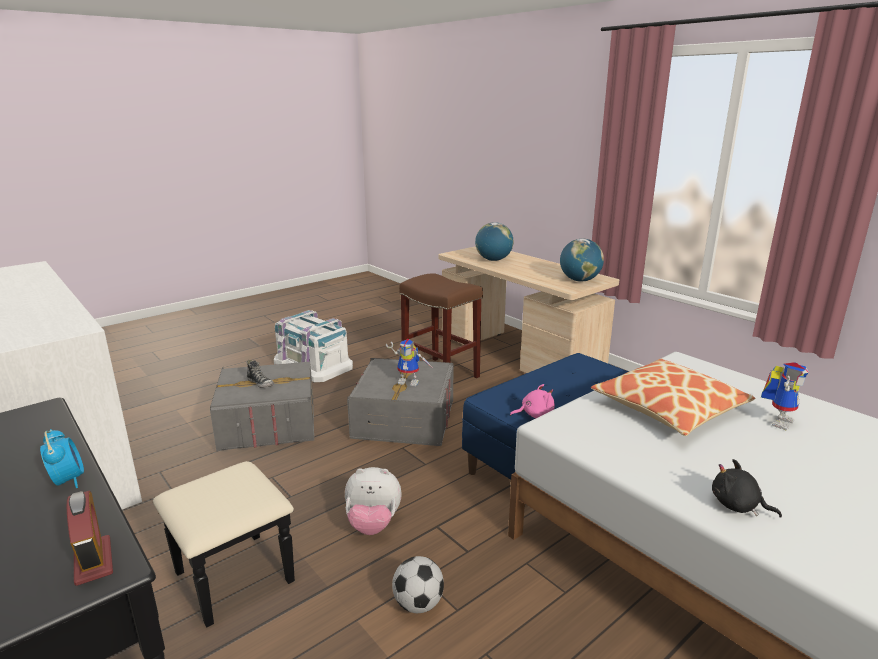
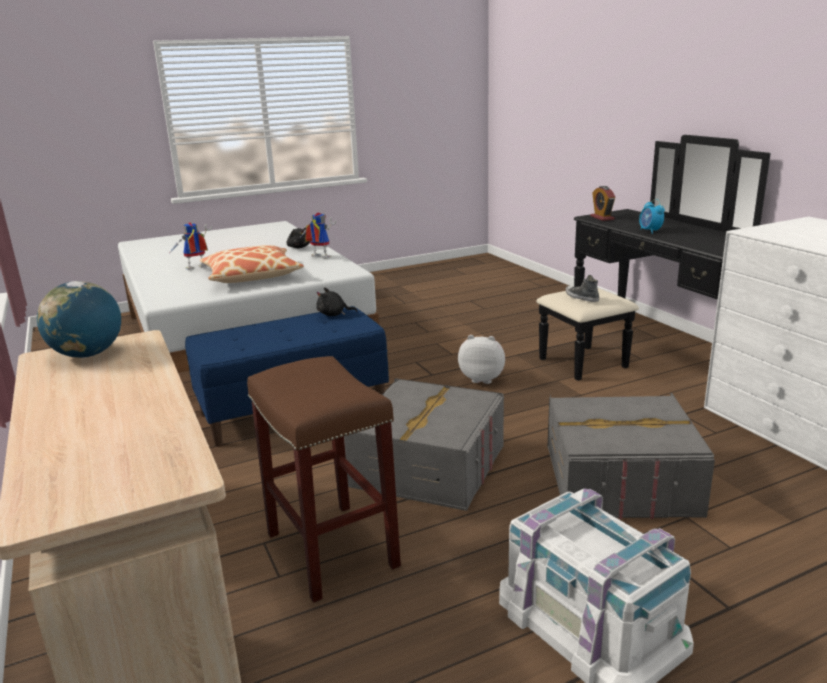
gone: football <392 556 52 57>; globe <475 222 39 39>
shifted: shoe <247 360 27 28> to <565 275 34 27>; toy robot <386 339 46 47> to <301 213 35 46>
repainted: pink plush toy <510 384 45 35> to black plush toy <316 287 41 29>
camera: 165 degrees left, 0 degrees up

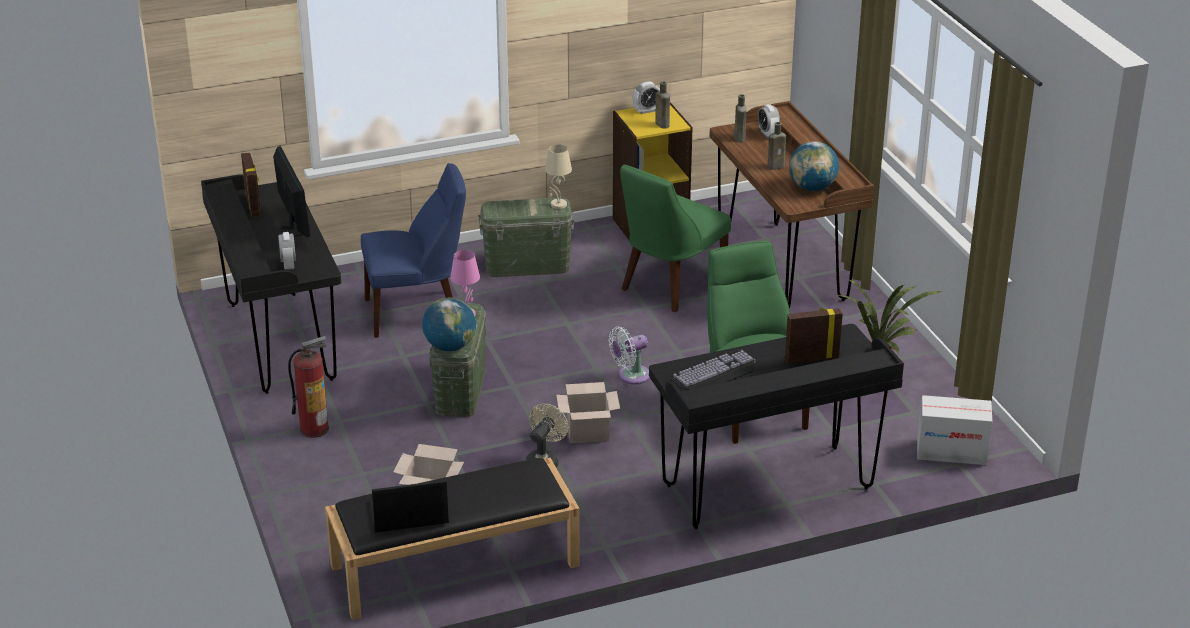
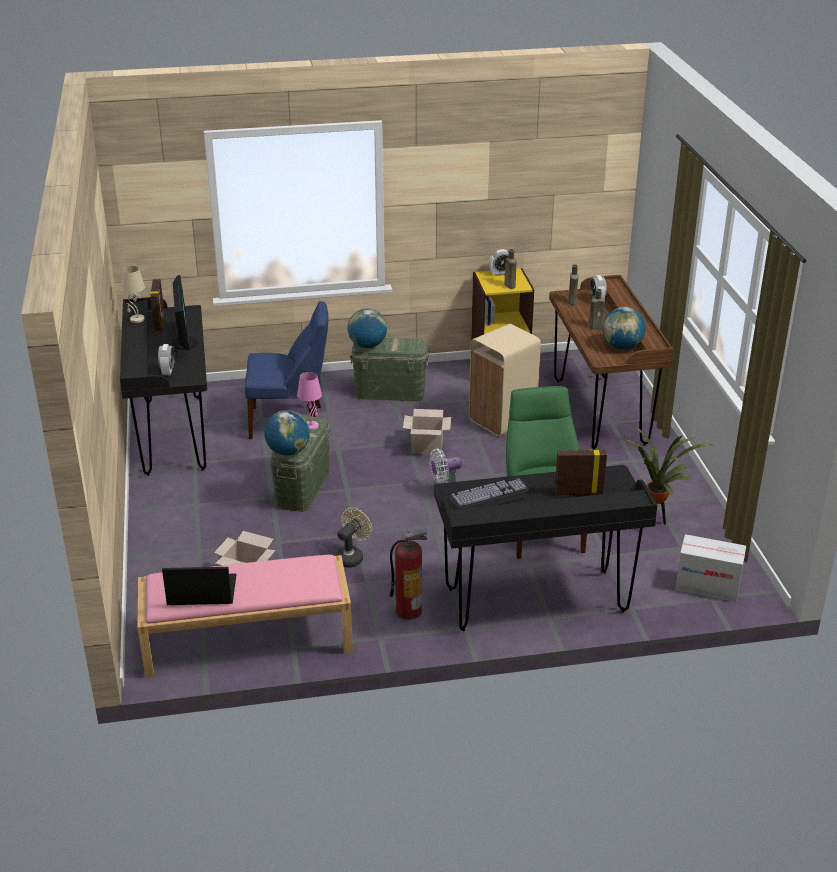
new: globe <348 309 39 39>
shifted: fire extinguisher <288 336 41 102> to <389 529 38 91>; beige table lamp <545 144 27 65> to <121 266 24 57>; cardboard box <556 382 64 62> to <403 409 48 45>
swapped: green chair <620 164 111 148> to beige trash can <469 324 72 112>
repainted: black bench <325 458 255 162> to pink bench <137 555 216 123>
camera: 10 degrees right, 0 degrees up

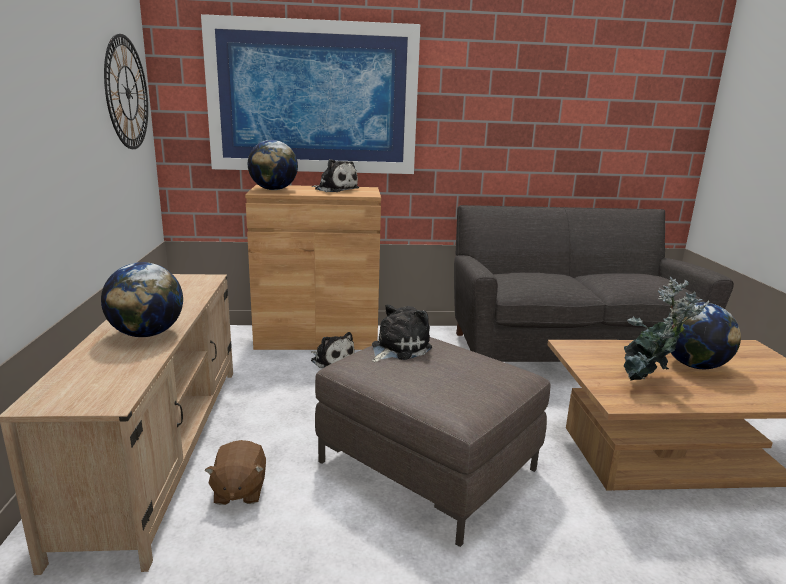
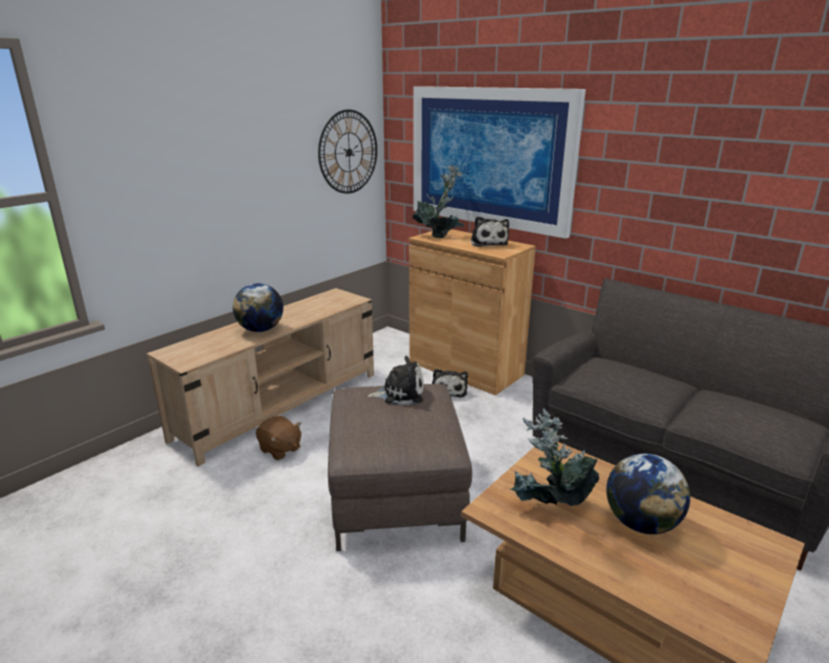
swapped: globe <248 140 50 50> to potted plant <413 165 51 73>
rotated: brown plush toy <204 440 62 65> = <256 416 45 44> 90 degrees counterclockwise
camera: 45 degrees right, 5 degrees up

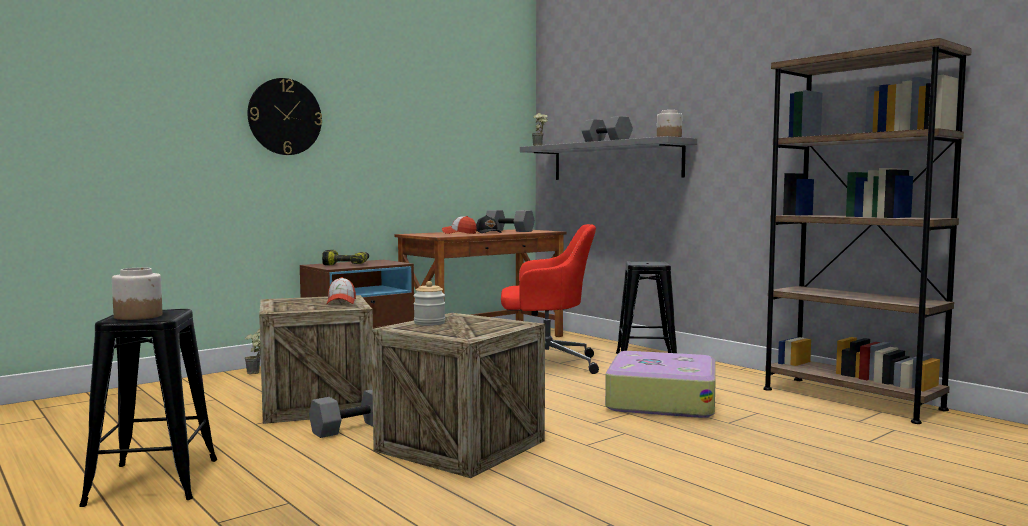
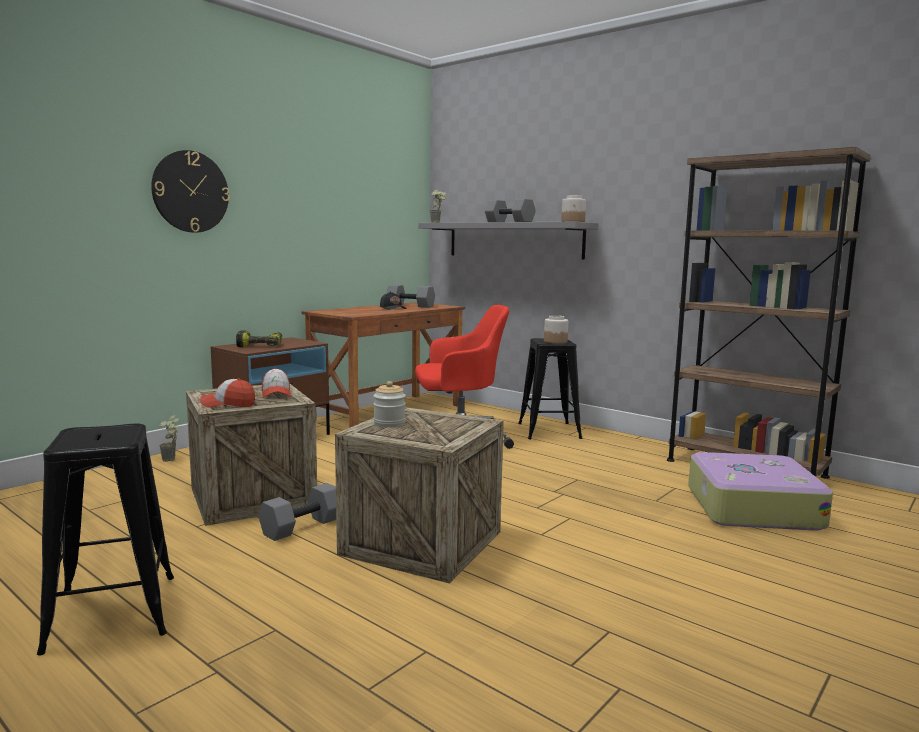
shifted: jar <112 268 50 52> to <544 315 24 28>; cap <442 216 35 18> to <200 378 55 30>; suitcase <605 351 111 67> to <688 452 145 79>
camera: 10 degrees left, 5 degrees up

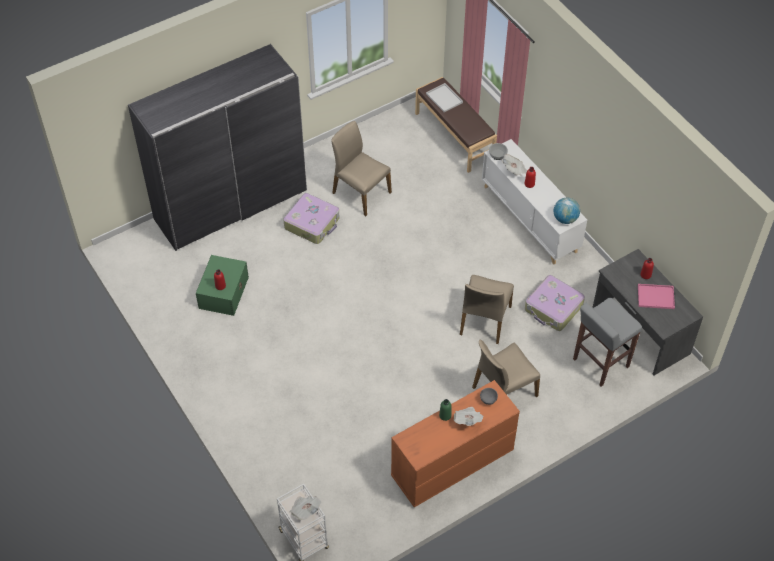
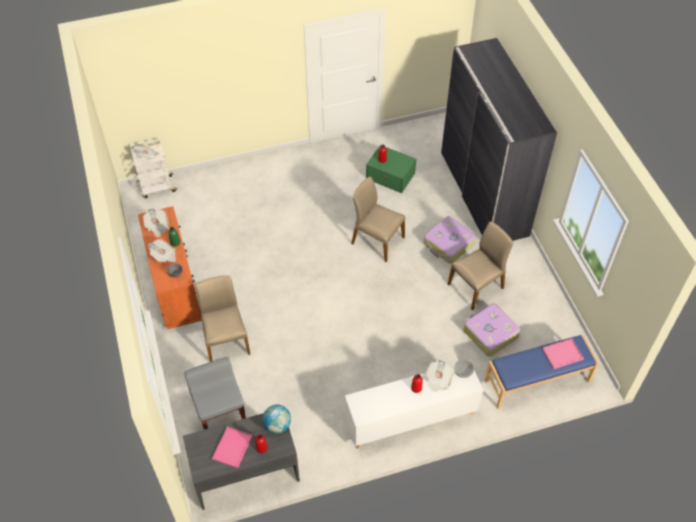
new: newspaper <143 208 26 29>
shifted: beige chair <460 275 54 69> to <351 177 54 85>; suitcase <525 275 60 56> to <463 304 57 53>; globe <554 198 26 26> to <263 405 28 28>
repainted: brown bench <415 77 82 96> to blue bench <485 335 114 74>; white tray <426 83 37 29> to pink tray <542 338 42 31>
camera: 105 degrees right, 0 degrees up

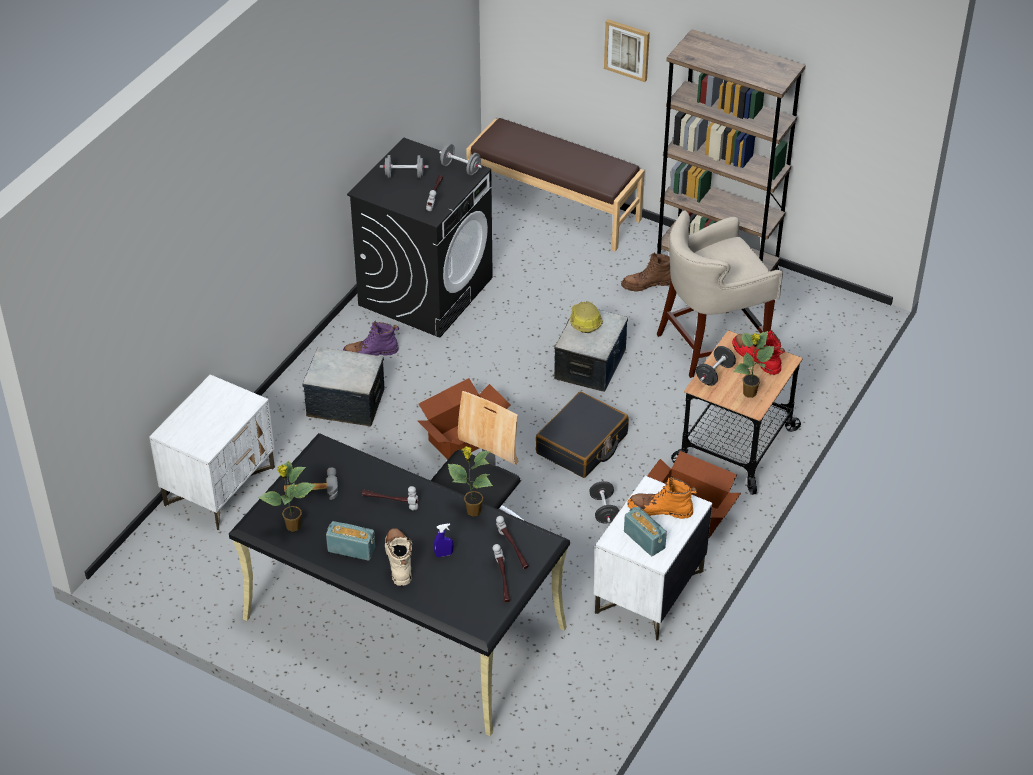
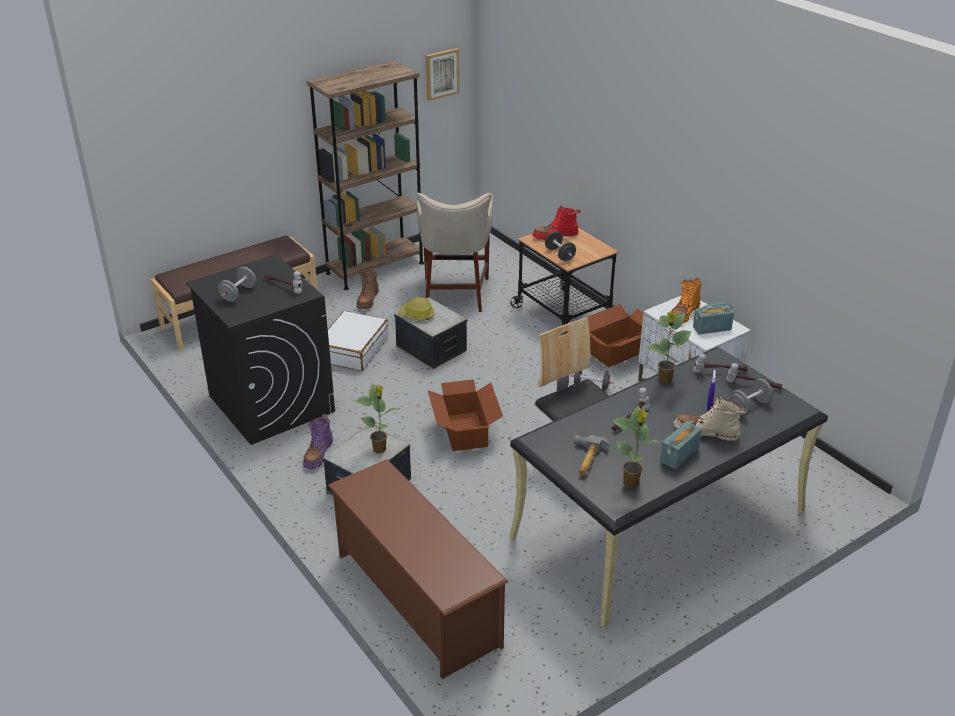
gone: black suitcase <536 391 93 87>
new: white suitcase <328 311 60 60>
shifted: grey dumbbell <439 144 43 31> to <729 379 44 36>; picture <604 19 46 63> to <426 48 34 53>; potted plant <733 331 41 67> to <355 383 44 71>
swapped: white nightstand <149 374 126 157> to brown shoe rack <328 459 180 220>
camera: 65 degrees left, 10 degrees down

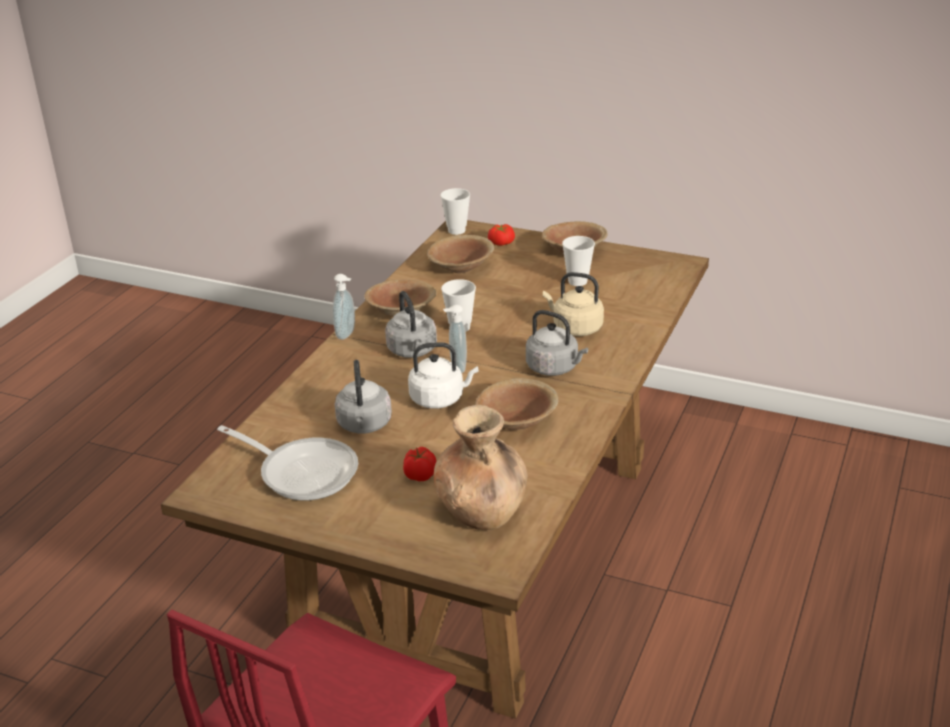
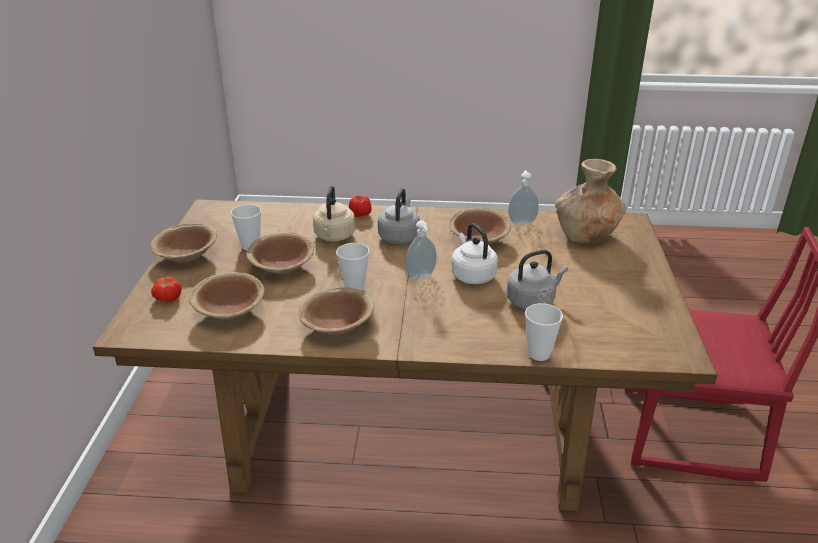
gone: frying pan <217 425 141 76>; grey kettle <385 291 52 67>
new: brown bowl <246 232 68 42>
shifted: soap dispenser <333 274 22 66> to <508 171 31 54>; tomato <403 447 33 34> to <349 195 23 22>; cup <440 188 30 47> to <525 303 38 58>
camera: 110 degrees left, 0 degrees up

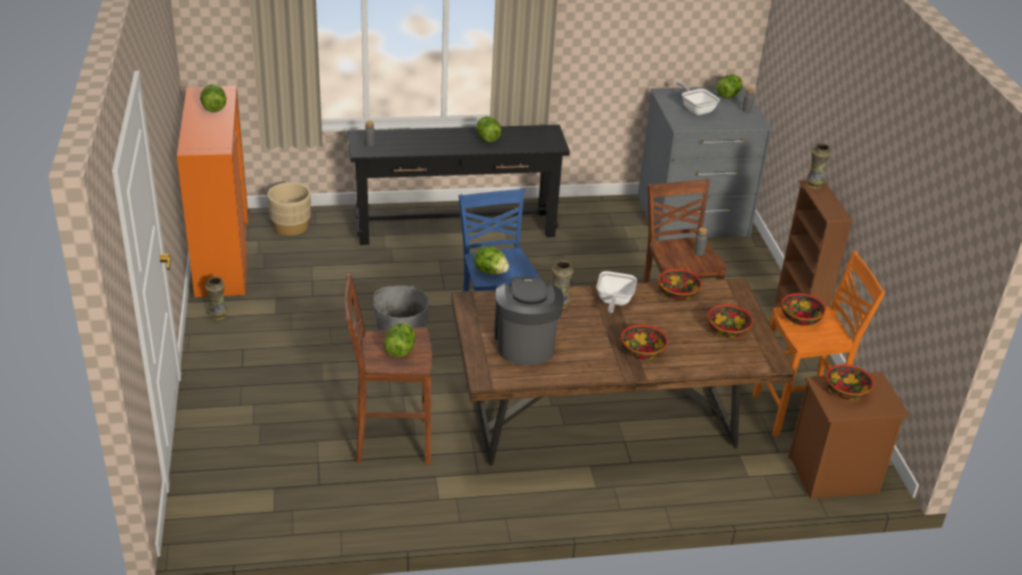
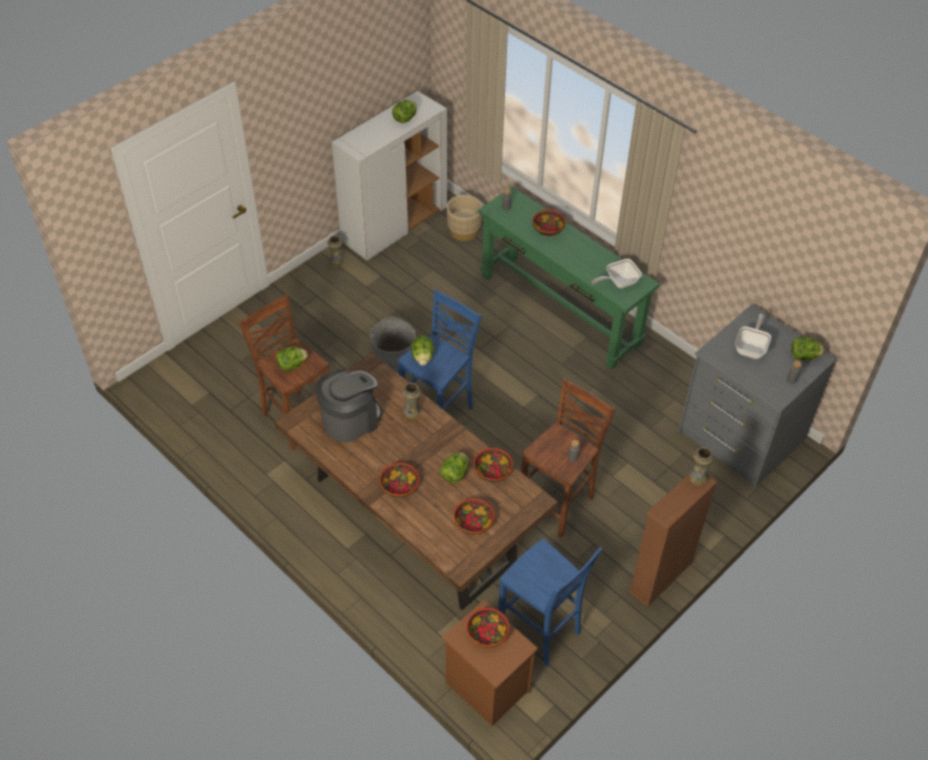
shifted: lettuce <476 116 25 26> to <440 453 28 30>; frying pan <597 271 40 42> to <592 259 50 29>; bowl <781 293 45 33> to <533 210 32 26>
repainted: orange cabinet <177 86 72 212> to white cabinet <332 91 115 169>; black console table <348 125 222 120> to green console table <478 187 182 182>; orange stool <753 251 132 186> to blue stool <498 539 105 128>
camera: 55 degrees right, 15 degrees up

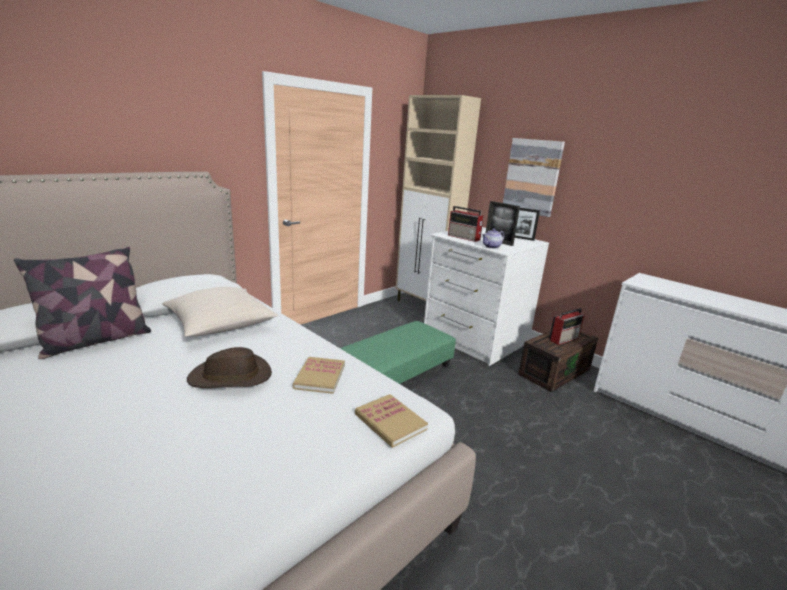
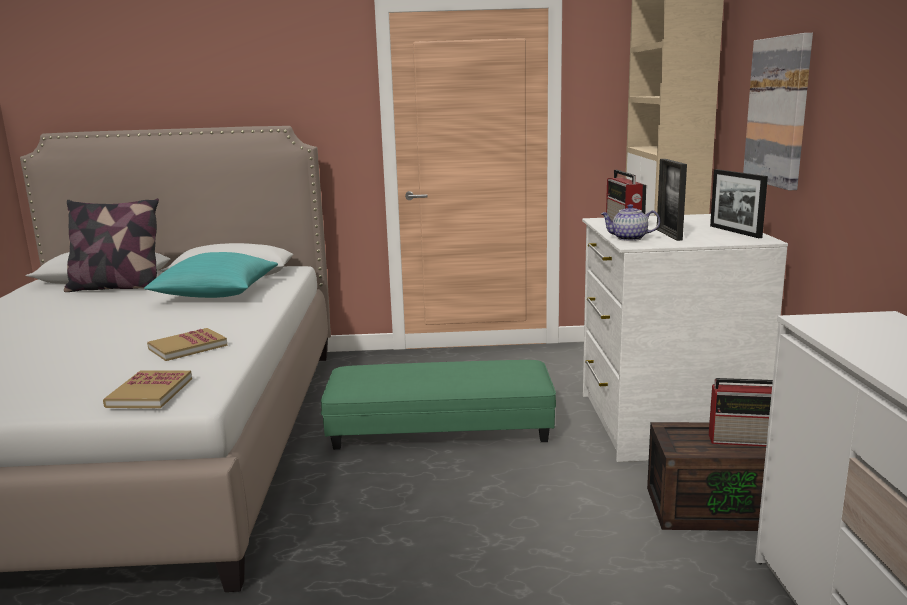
gone: brown hat <187 347 85 41>
repainted: beige pillow <162 287 117 50> to turquoise pillow <144 252 134 46>
camera: 45 degrees right, 5 degrees down

